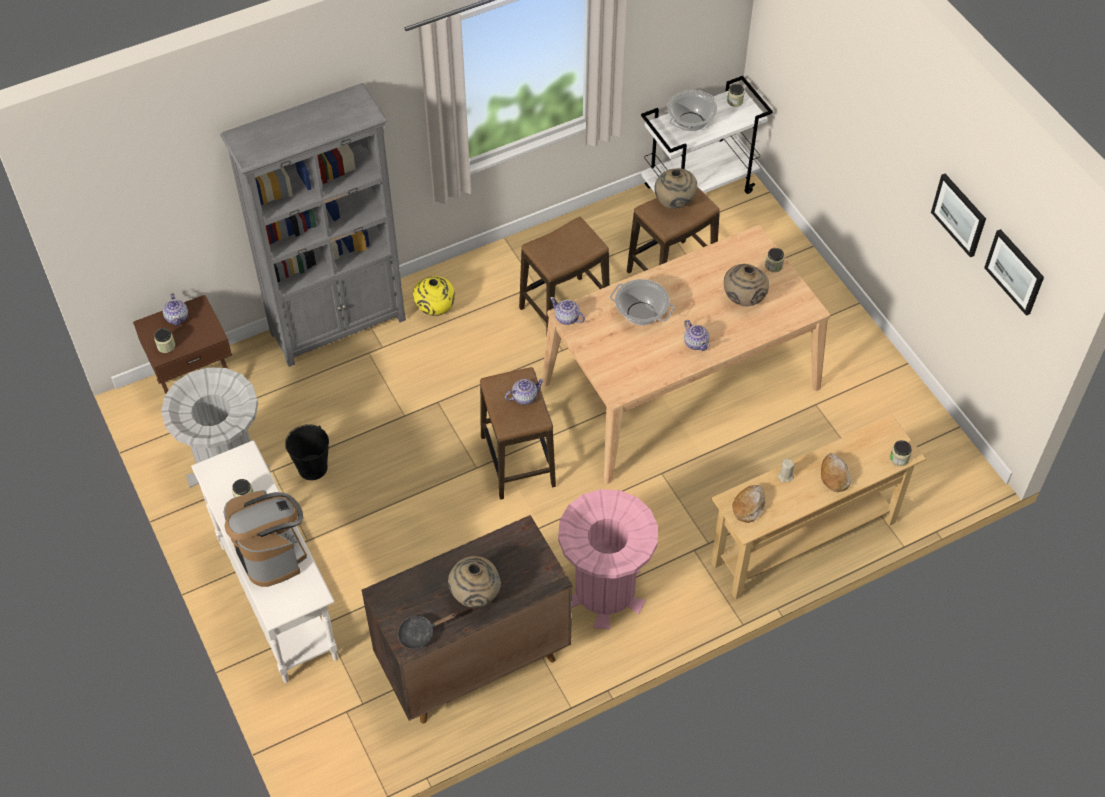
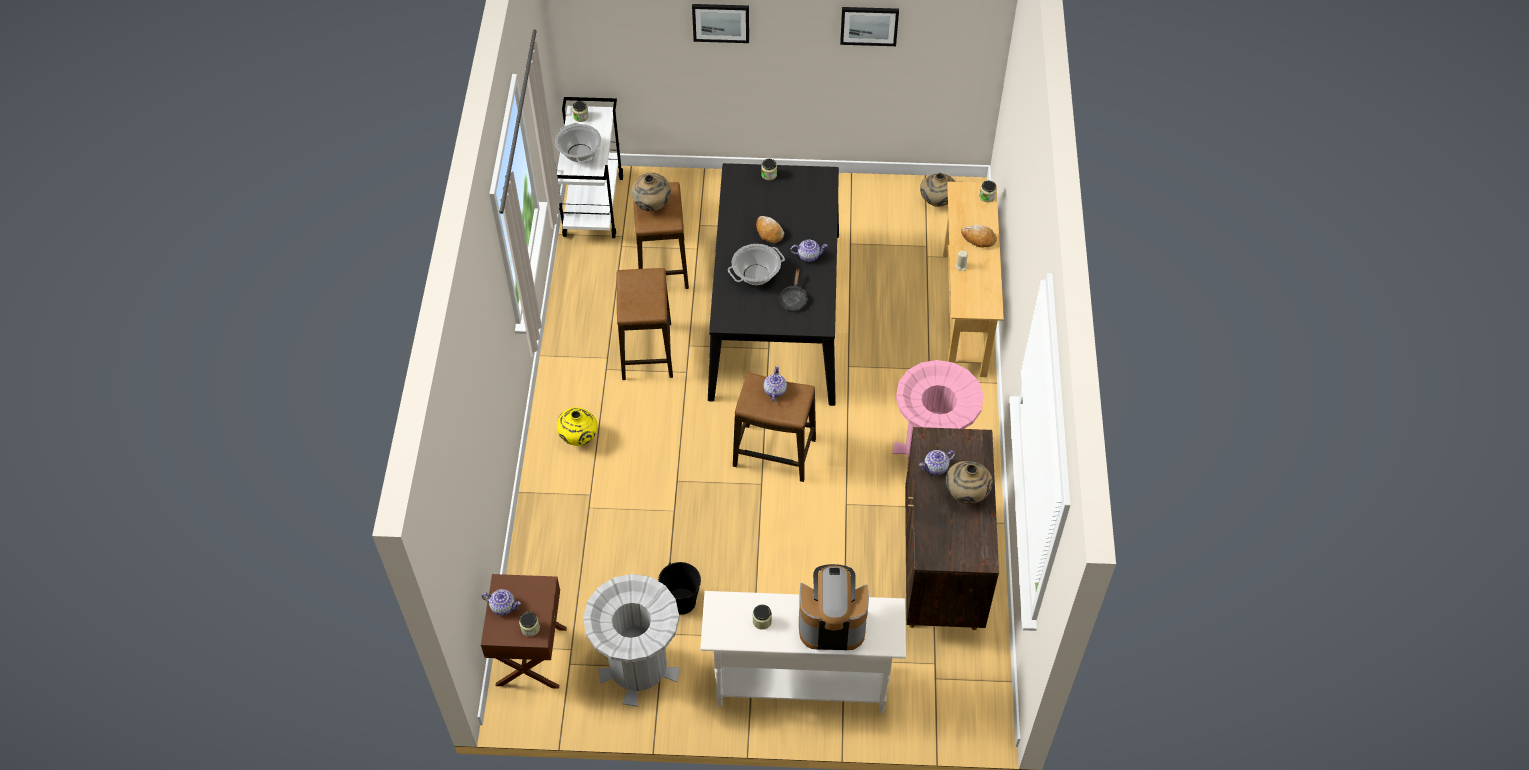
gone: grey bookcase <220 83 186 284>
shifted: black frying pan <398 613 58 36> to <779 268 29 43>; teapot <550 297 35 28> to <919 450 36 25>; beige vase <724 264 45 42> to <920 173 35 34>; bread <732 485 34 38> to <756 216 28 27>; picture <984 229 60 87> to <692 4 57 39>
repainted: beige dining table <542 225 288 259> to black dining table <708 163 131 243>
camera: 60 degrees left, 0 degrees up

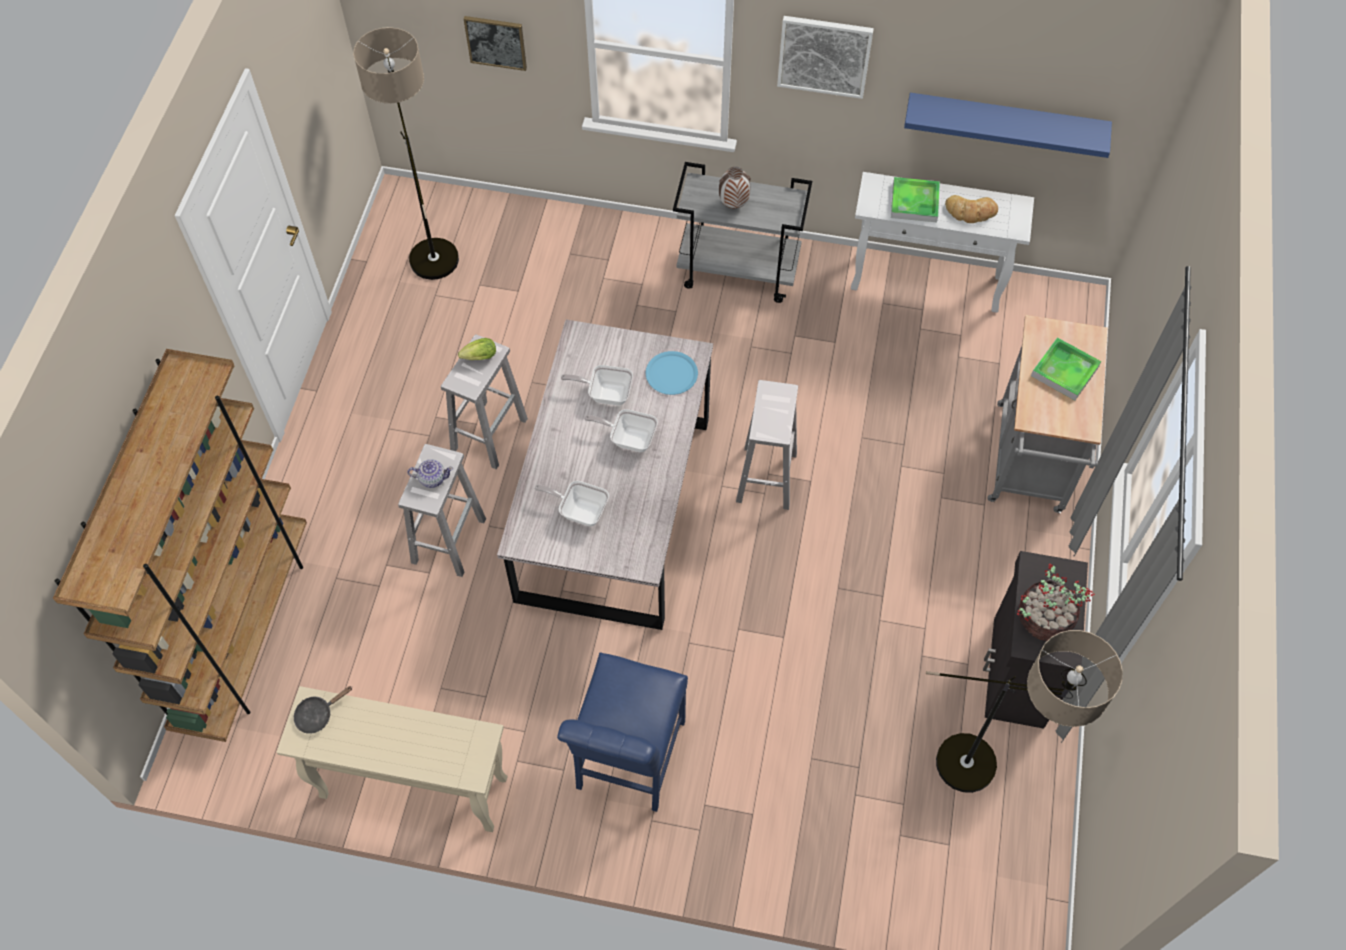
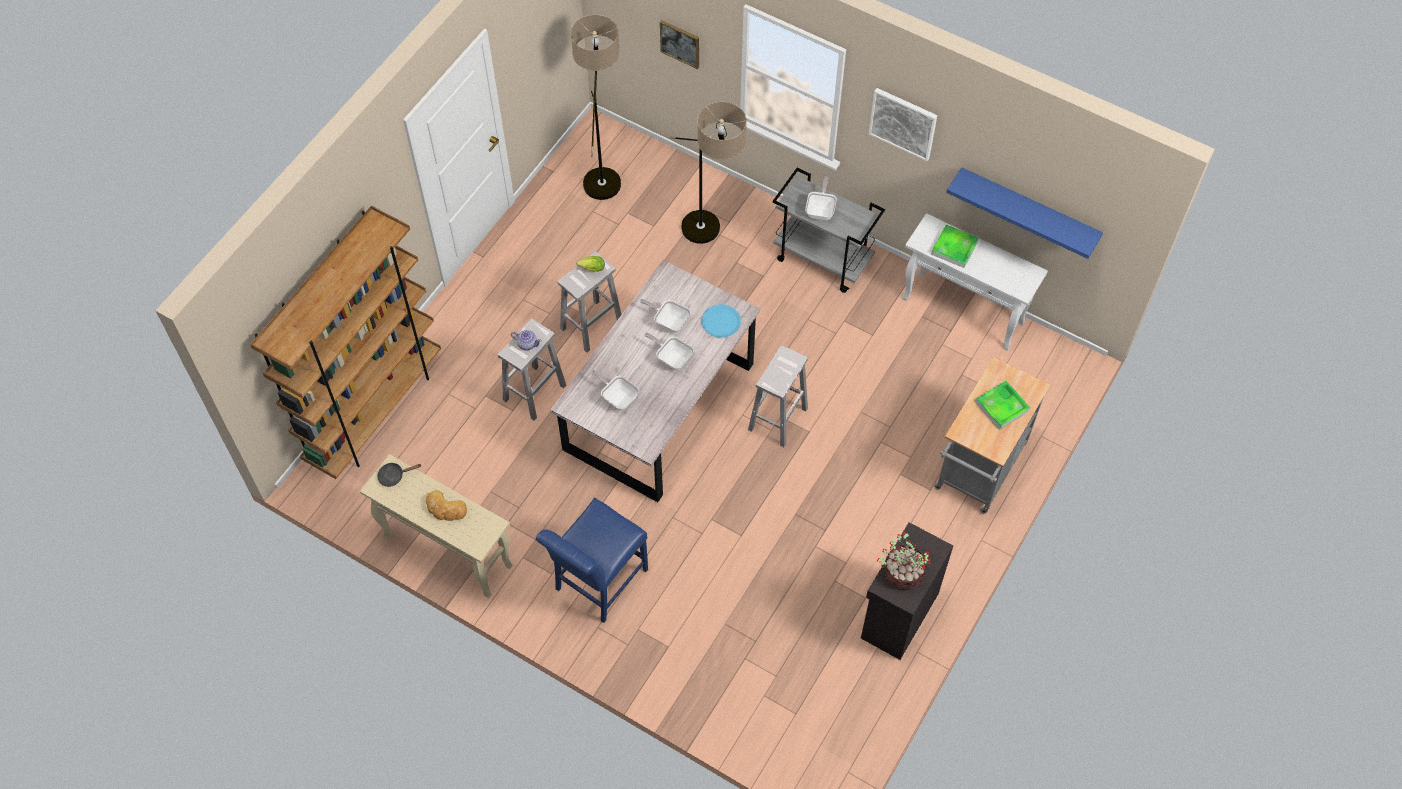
shifted: floor lamp <926 630 197 163> to <670 102 77 142>; bread <945 195 53 28> to <426 490 41 31>
swapped: vase <719 166 32 42> to frying pan <805 177 32 43>
camera: 20 degrees right, 0 degrees up

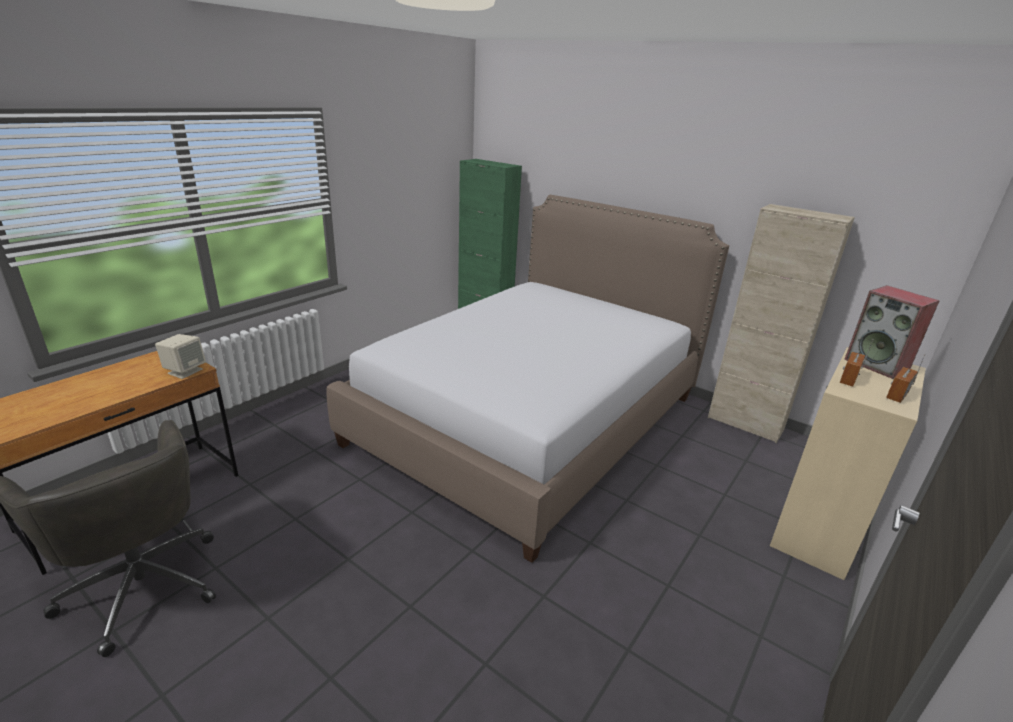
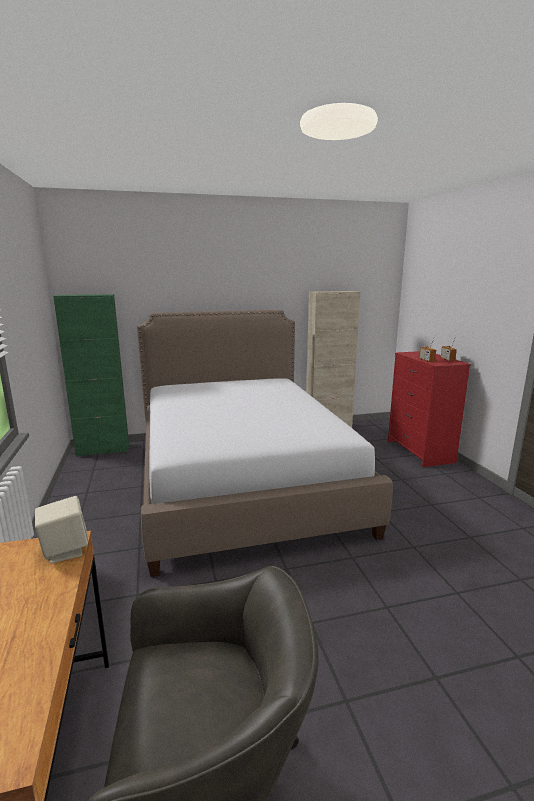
gone: speaker <844 285 96 94>
repainted: beige dresser <770 347 156 233> to red dresser <388 351 83 116>
camera: 50 degrees left, 10 degrees down

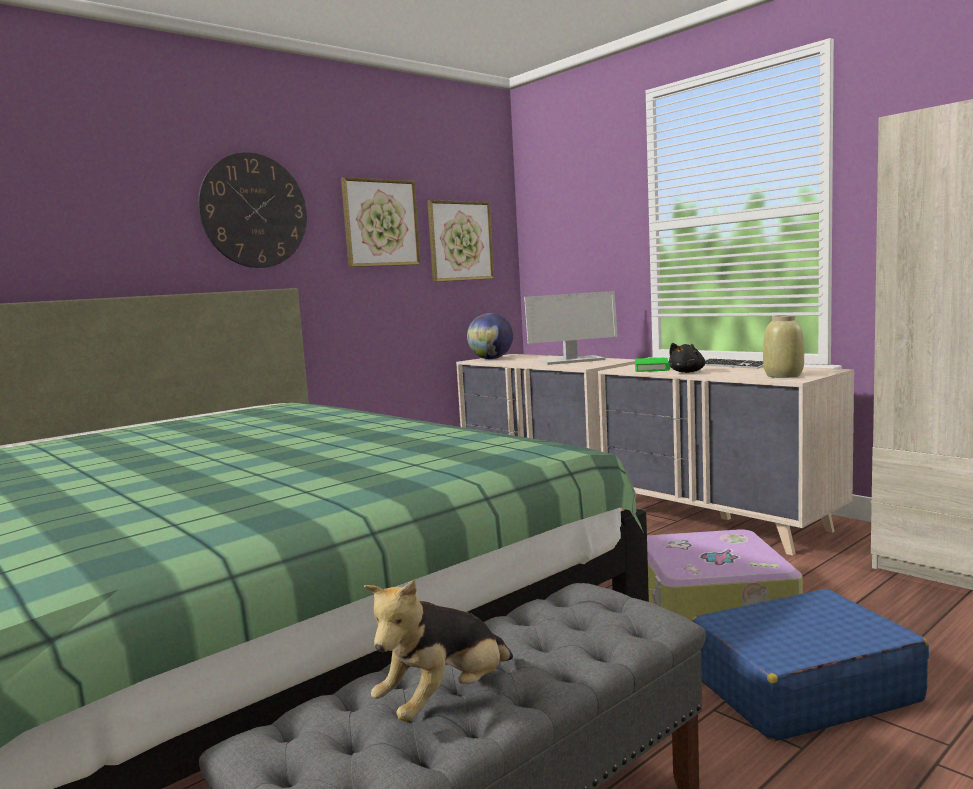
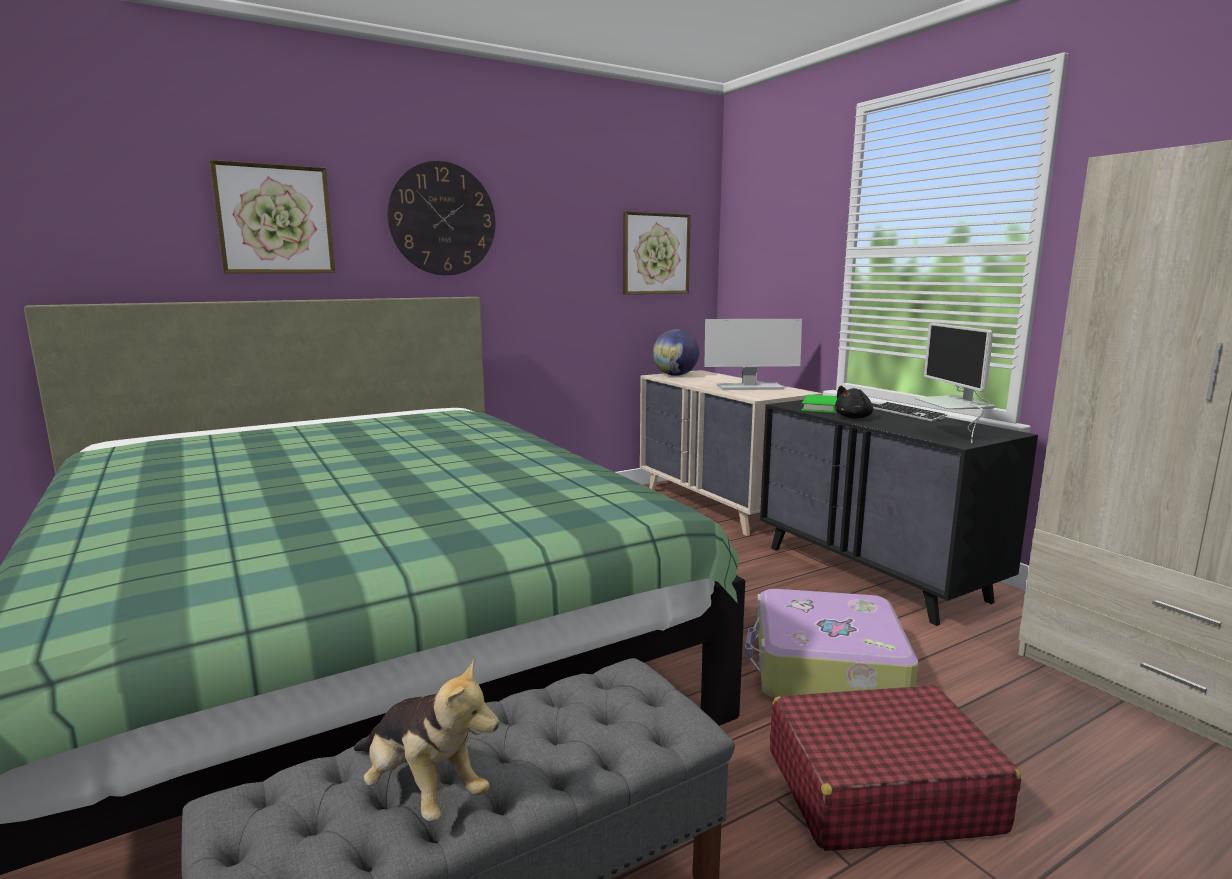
shifted: picture <341 177 80 90> to <209 160 127 113>
swapped: beige vase <763 315 41 63> to monitor <915 323 80 120>
repainted: beige dresser <598 364 256 192> to black dresser <760 400 278 226>; blue suitcase <691 589 238 152> to red suitcase <770 685 251 166>
rotated: plush toy <364 579 149 143> = <354 657 145 164> 105 degrees counterclockwise
camera: 10 degrees right, 5 degrees up

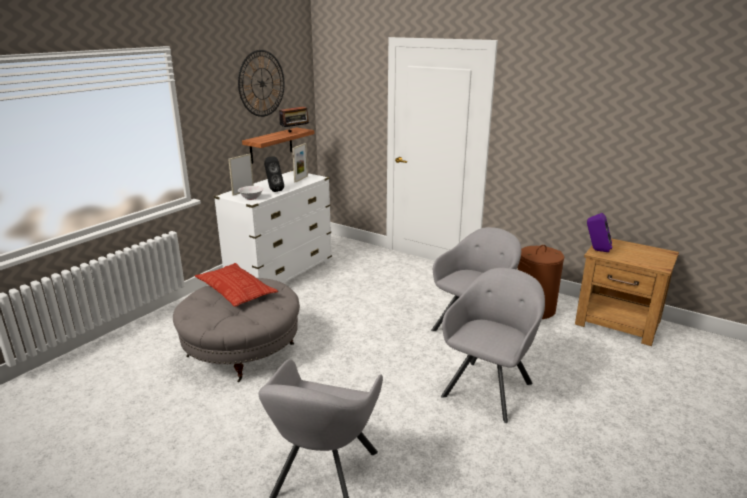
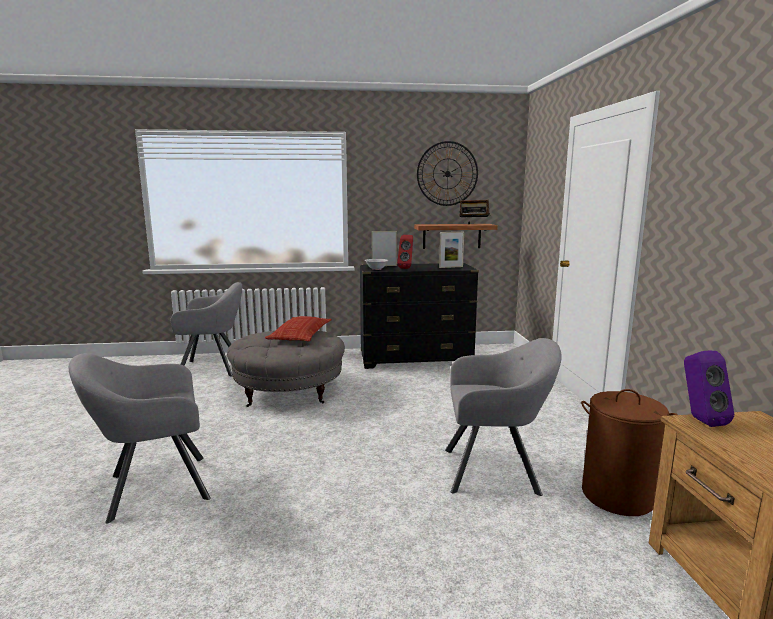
shifted: grey armchair <441 268 104 155> to <170 282 72 95>
repainted: white dresser <214 170 118 113> to black dresser <360 263 119 106>; black speaker <264 156 20 36> to red speaker <397 235 16 34>
camera: 50 degrees right, 10 degrees down

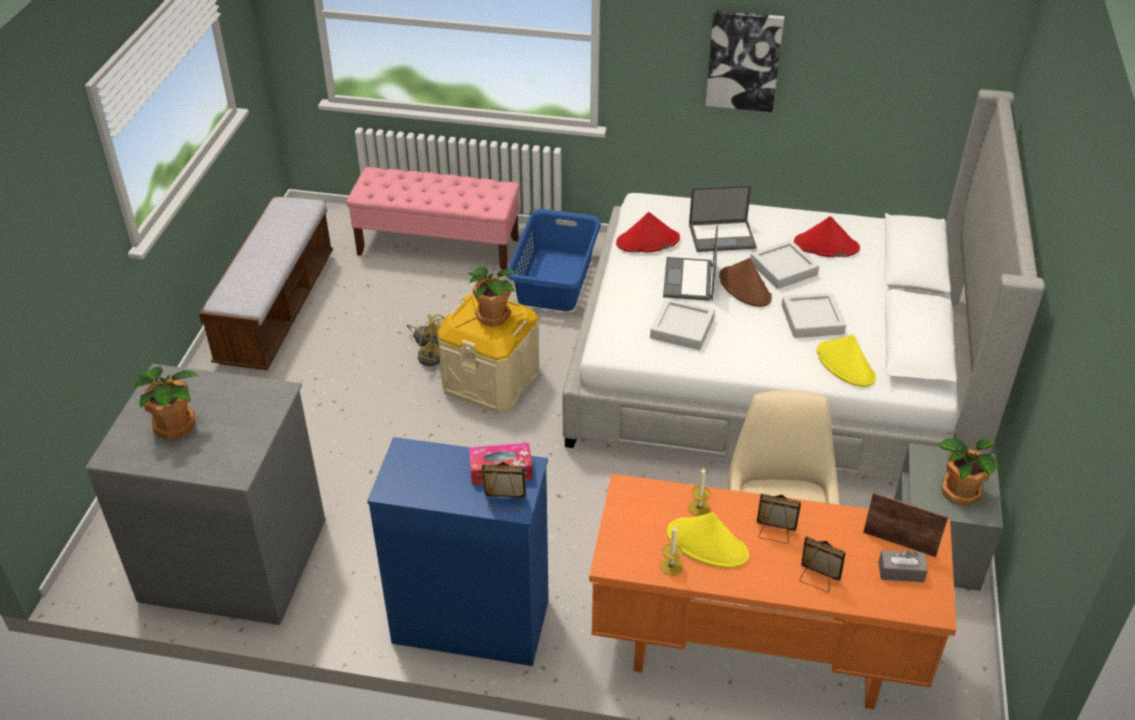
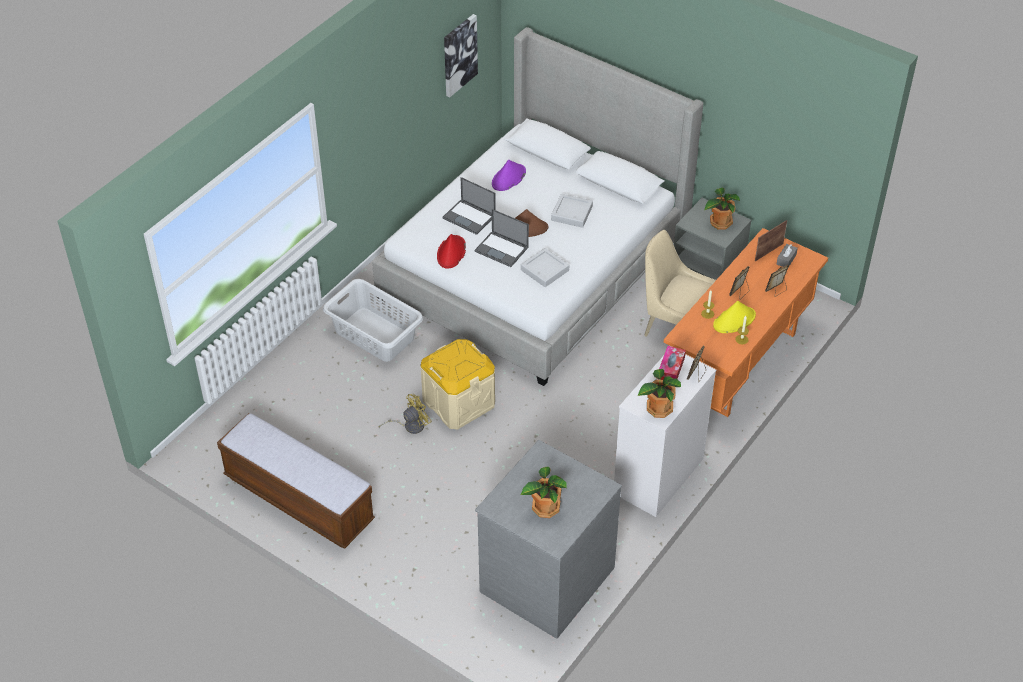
gone: pink bench <346 167 174 103>; grey tray <750 240 69 49>; yellow hat <817 335 59 52>
shifted: potted plant <468 267 48 60> to <638 369 43 49>; picture <706 10 79 102> to <444 14 34 84>
repainted: blue dresser <367 437 182 229> to white dresser <614 354 102 163>; blue laundry basket <506 209 95 102> to grey laundry basket <323 279 100 83>; red hat <794 216 66 41> to purple hat <492 160 34 31>
rotated: laptop <689 185 68 67> = <442 177 54 58> 105 degrees clockwise
camera: 65 degrees left, 5 degrees up

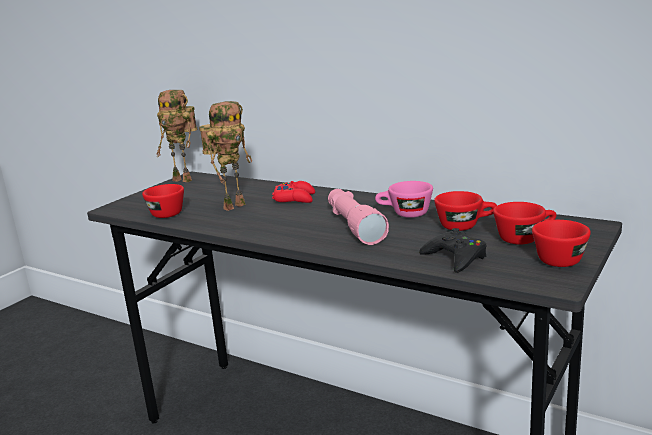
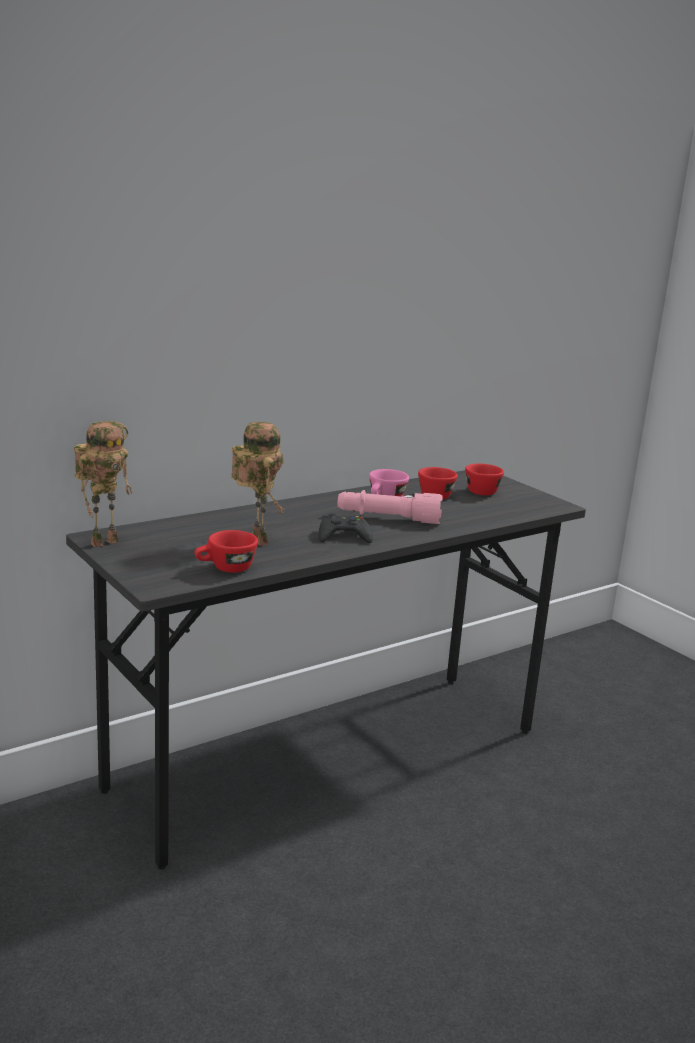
gone: red game controller <272 181 43 22>; red cup <532 220 59 47>
shifted: black game controller <419 228 67 45> to <318 513 55 30>
camera: 70 degrees left, 0 degrees up

